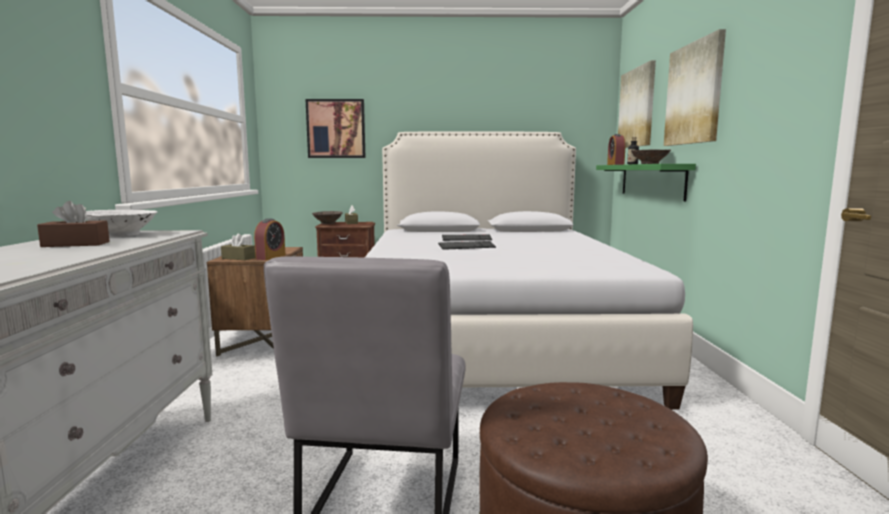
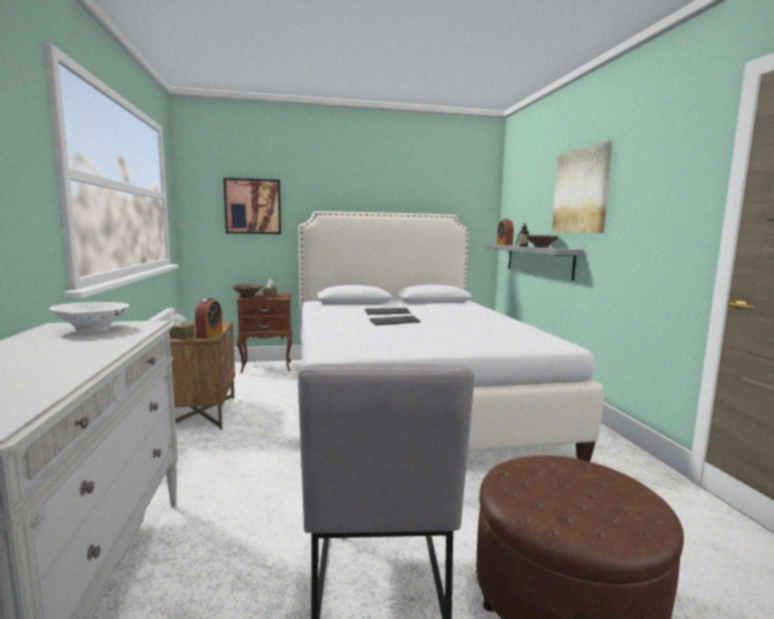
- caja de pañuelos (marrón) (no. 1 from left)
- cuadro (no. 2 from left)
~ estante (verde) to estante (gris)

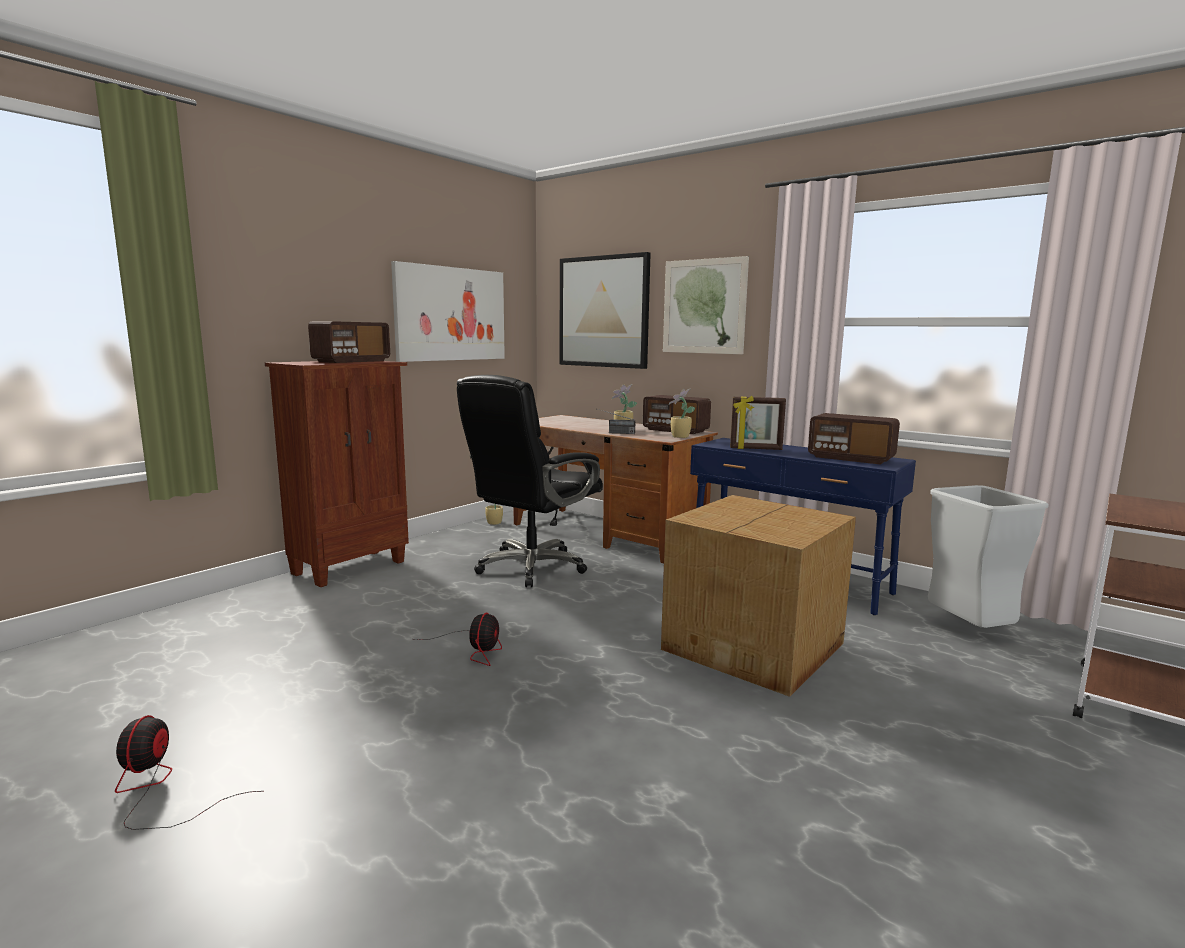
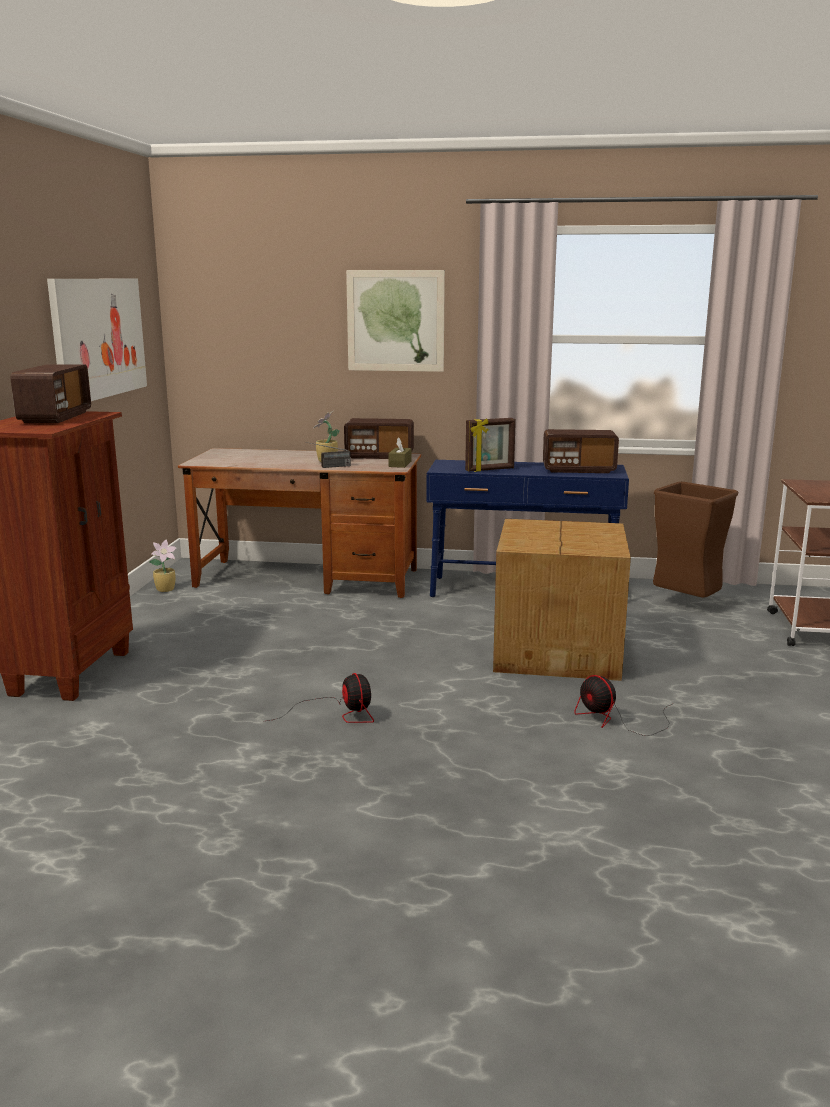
- silla de oficina (negro)
- cuadro (no. 2 from left)
~ ventilador (no. 1 from left in the first image) to ventilador (no. 2 from left)
~ planta en maceta (no. 3 from left) to caja de pañuelos (marrón)
~ papelera (gris) to papelera (marrón)

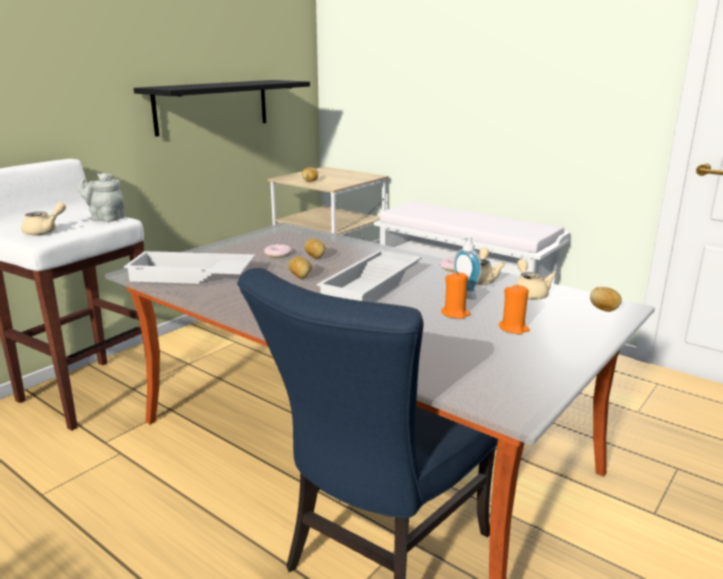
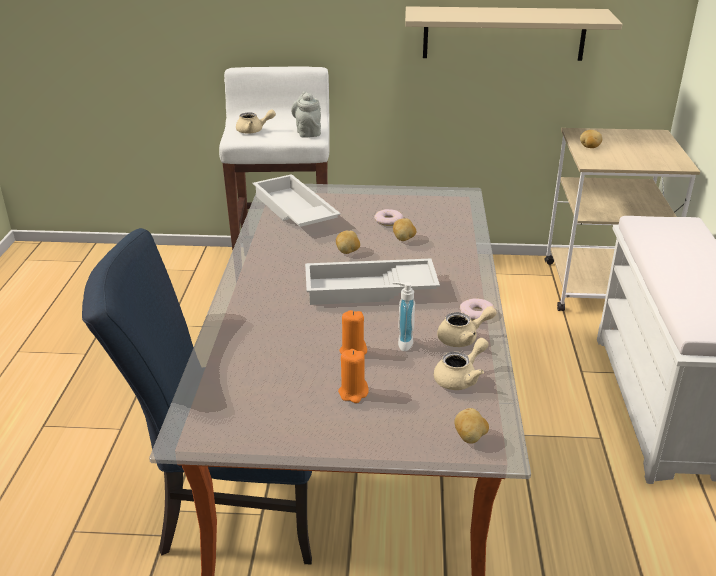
~ estante (negro) to estante (beis)

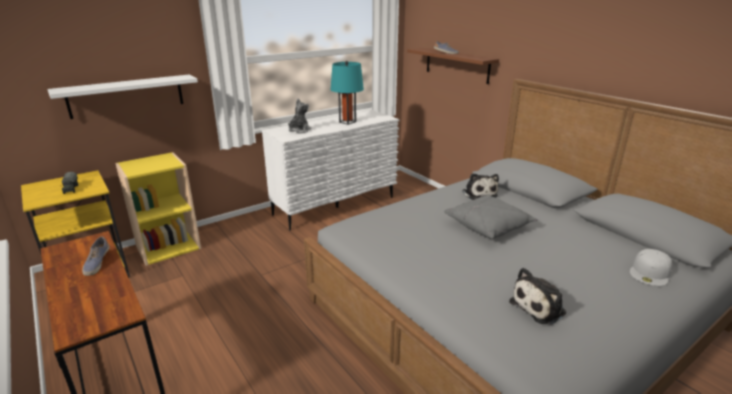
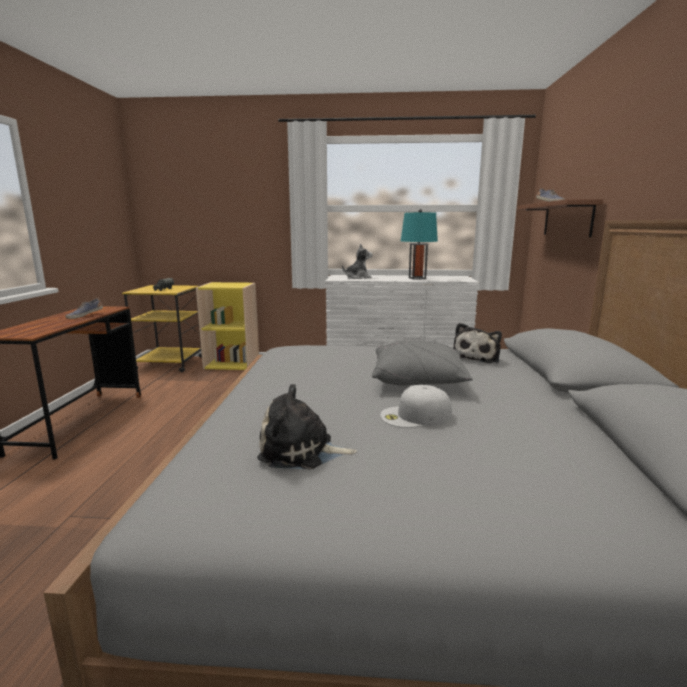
- estante (blanco)
~ gorra (blanco)

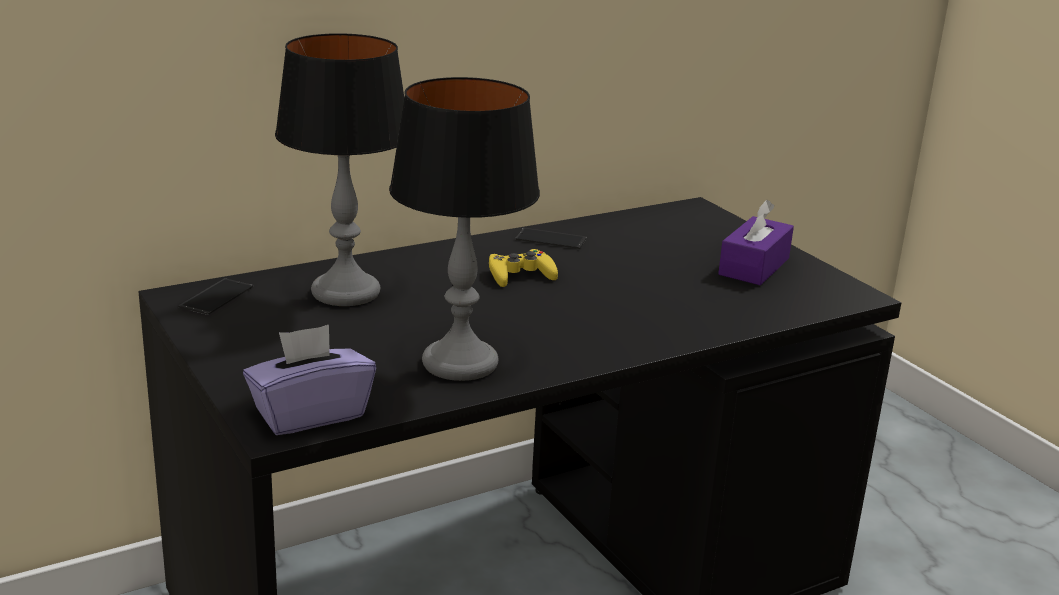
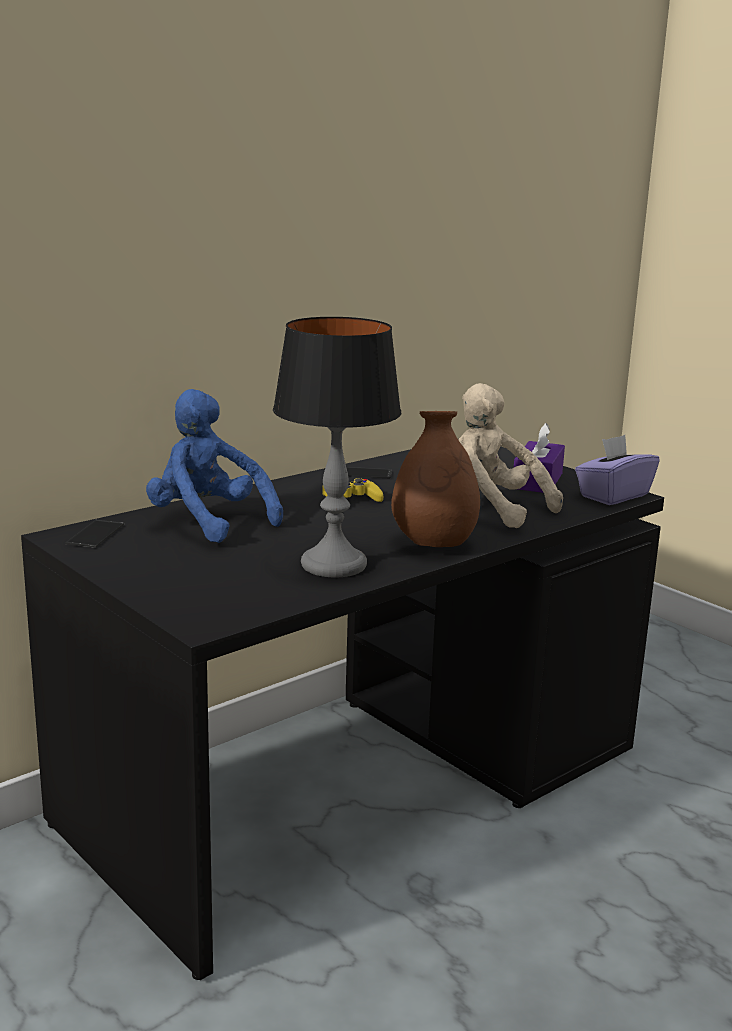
+ florero (marrón)
+ peluche (beis)
~ caja de pañuelos (morado) (no. 1 from left in the first image) to caja de pañuelos (morado) (no. 2 from left)
~ lámpara de mesa (no. 1 from left) to peluche (azul)

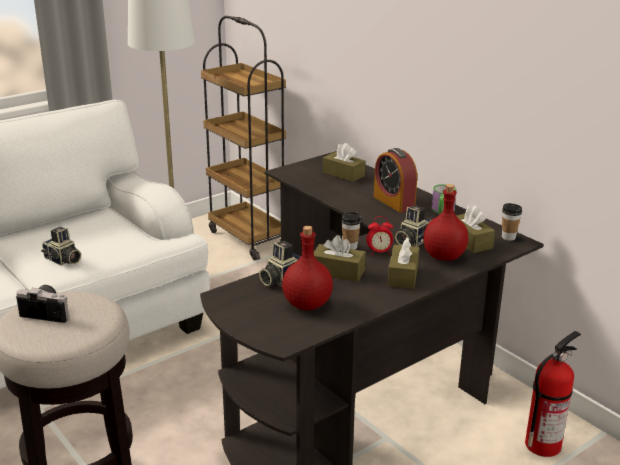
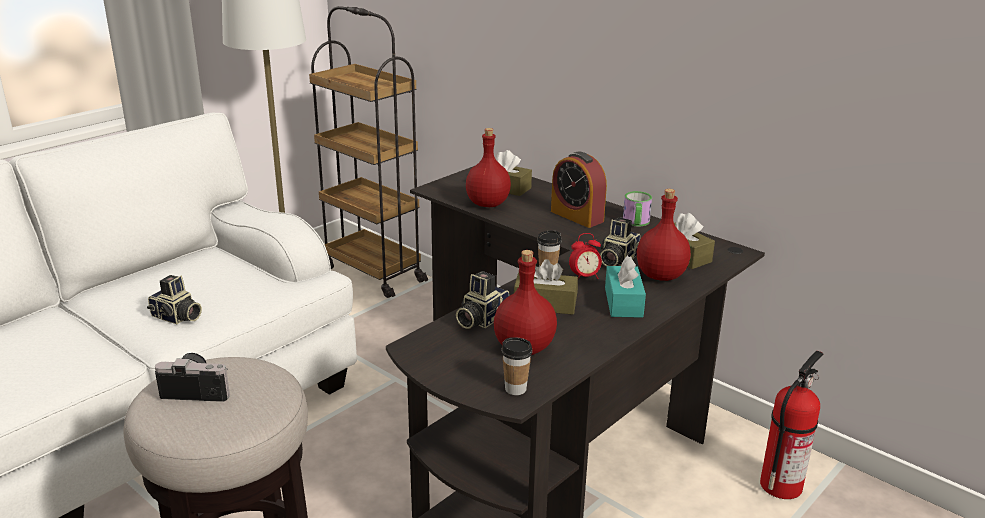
+ botella (rojo) (no. 1 from left)
~ taza (no. 2 from left in the first image) to taza (no. 1 from left)
~ caja de pañuelos (marrón) (no. 3 from left) to caja de pañuelos (turquesa)

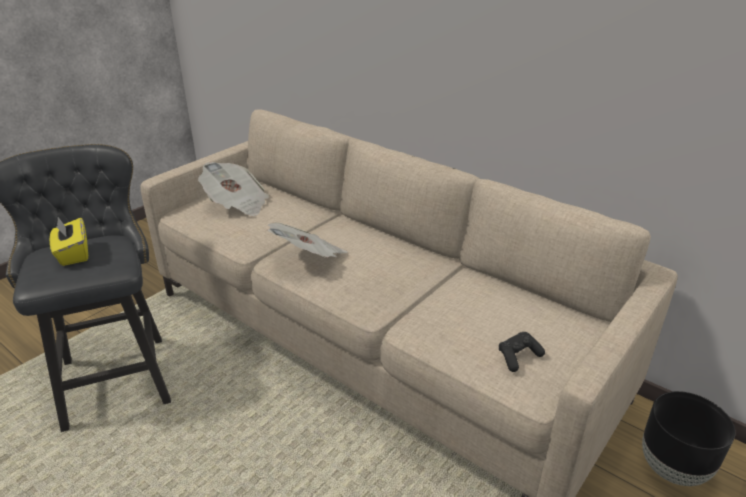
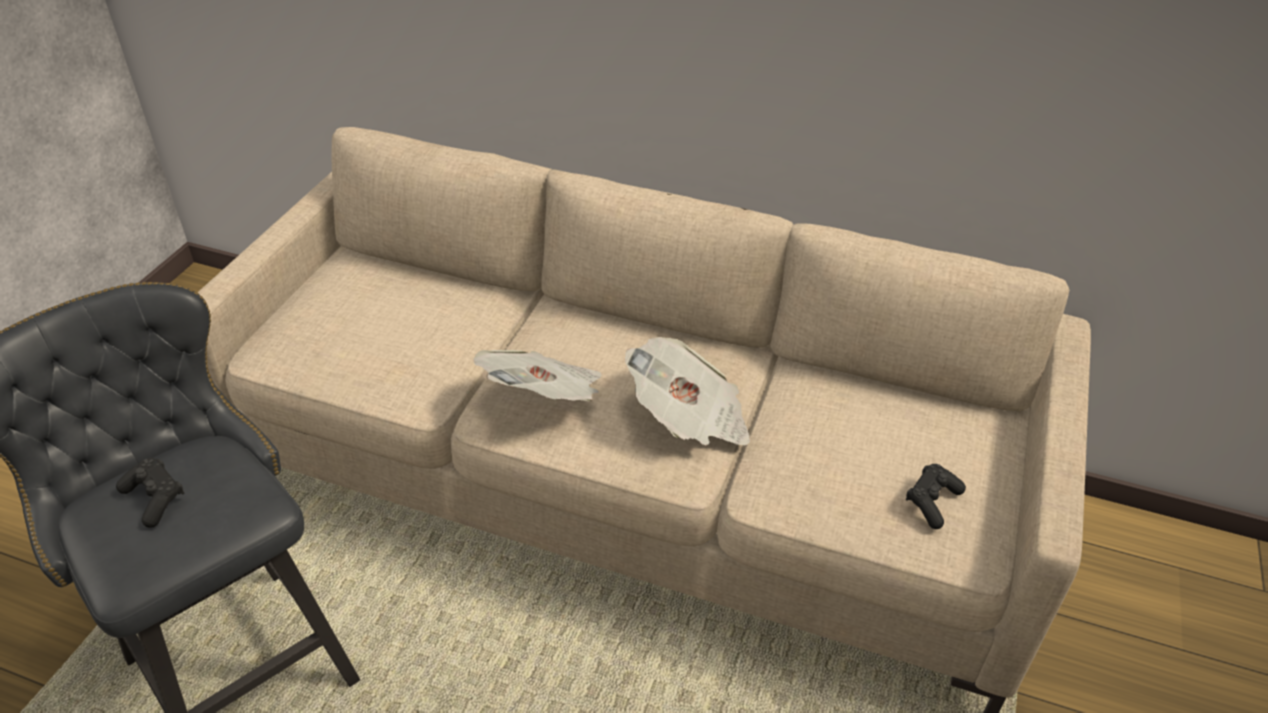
- maceta (negro)
~ periódico (no. 1 from left in the first image) to periódico (no. 2 from left)
~ caja de pañuelos (amarillo) to mando de consola (negro) (no. 1 from left)

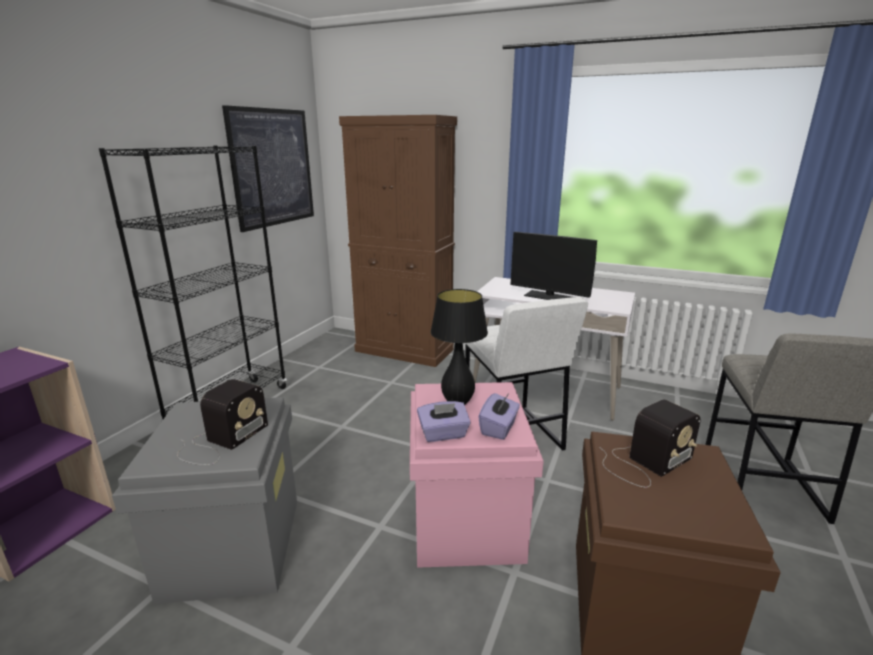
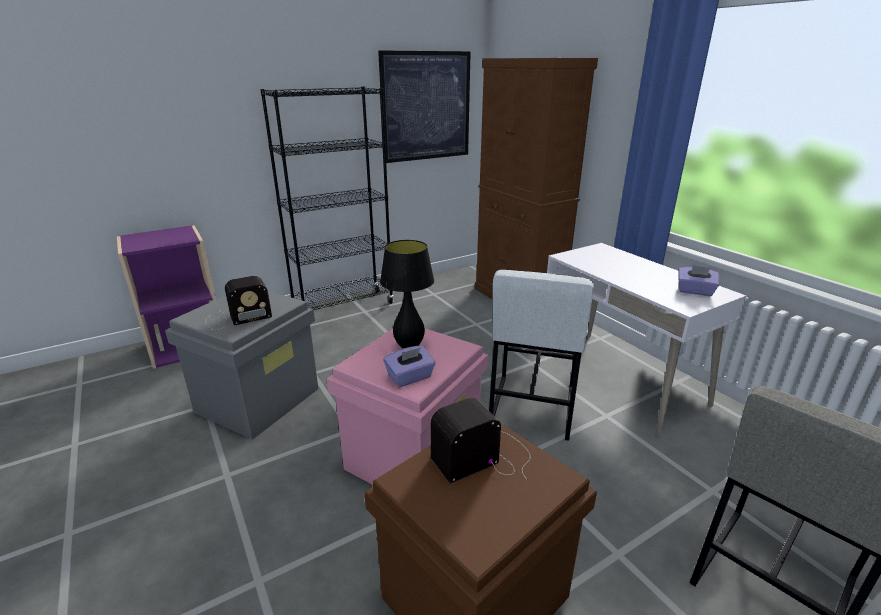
- monitor
~ caja de pañuelos (morado) (no. 1 from left in the first image) to caja de pañuelos (morado) (no. 2 from left)
~ radio (no. 2 from left) 150 degrees clockwise

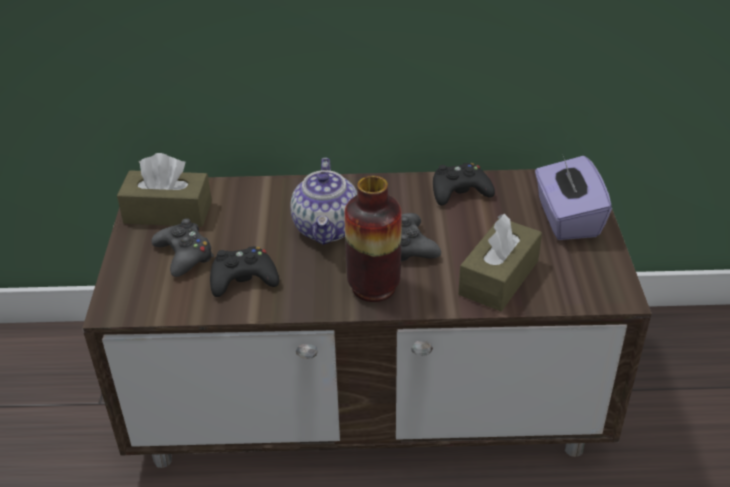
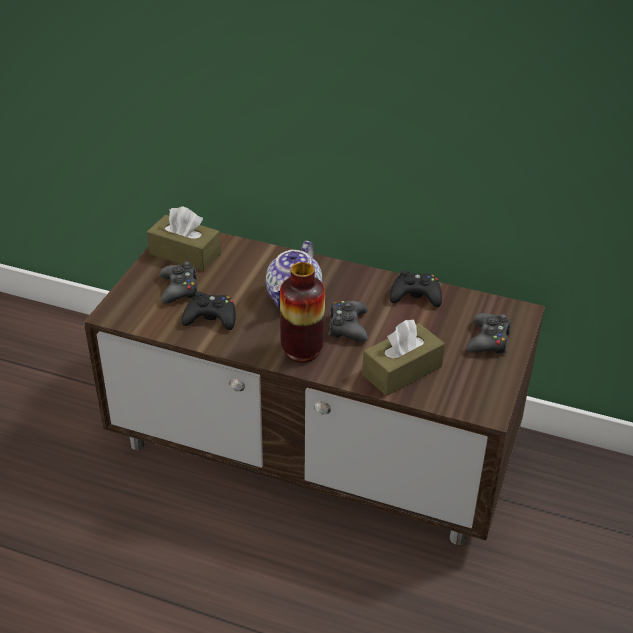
~ caja de pañuelos (morado) to mando de consola (negro) (no. 5 from left)

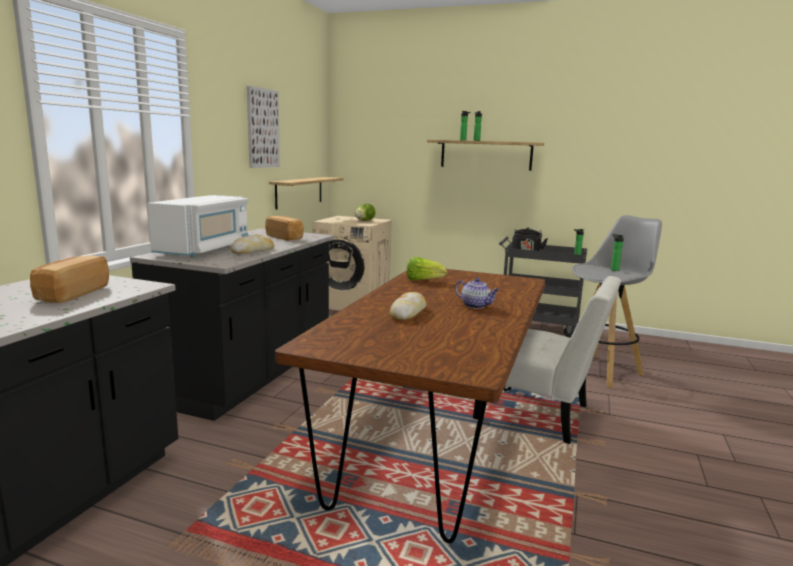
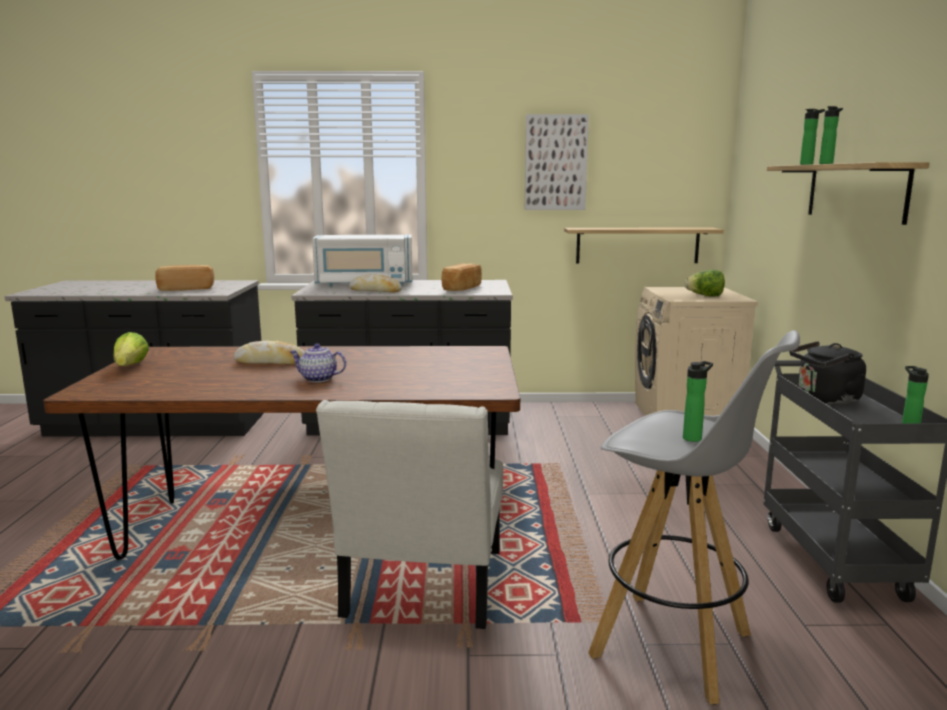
~ lechuga (no. 2 from left in the first image) to lechuga (no. 1 from left)
~ tetera 90 degrees clockwise

